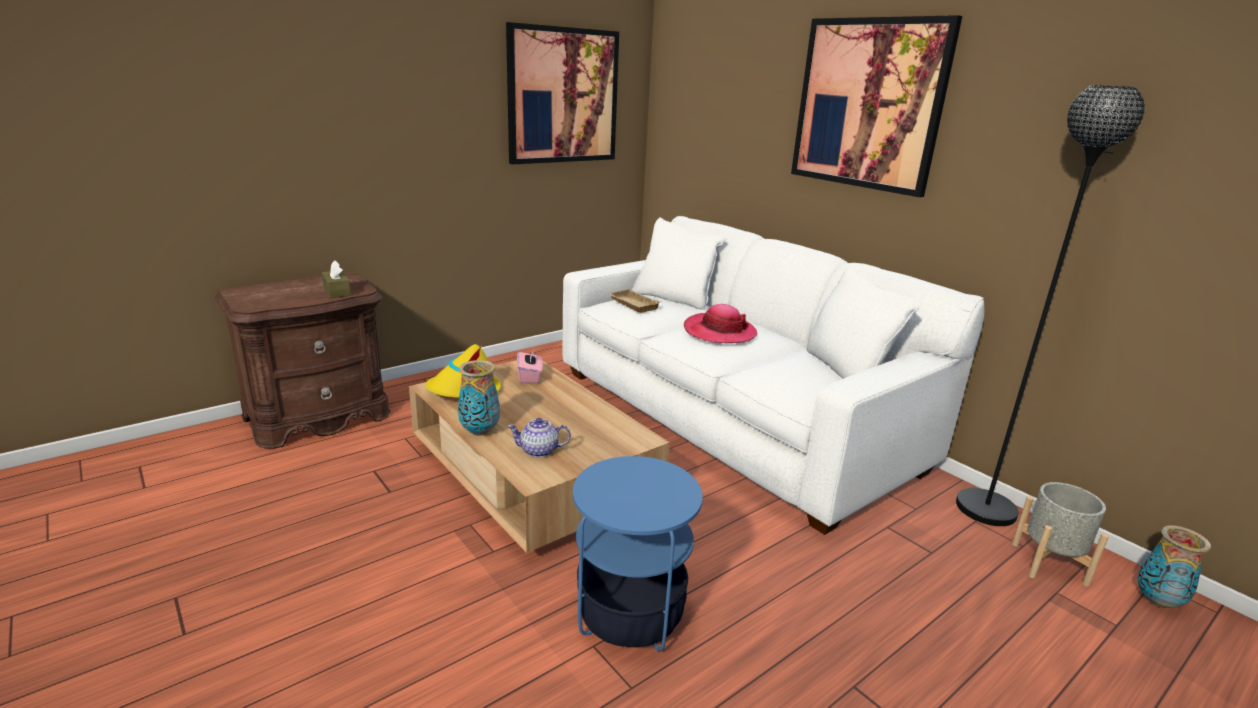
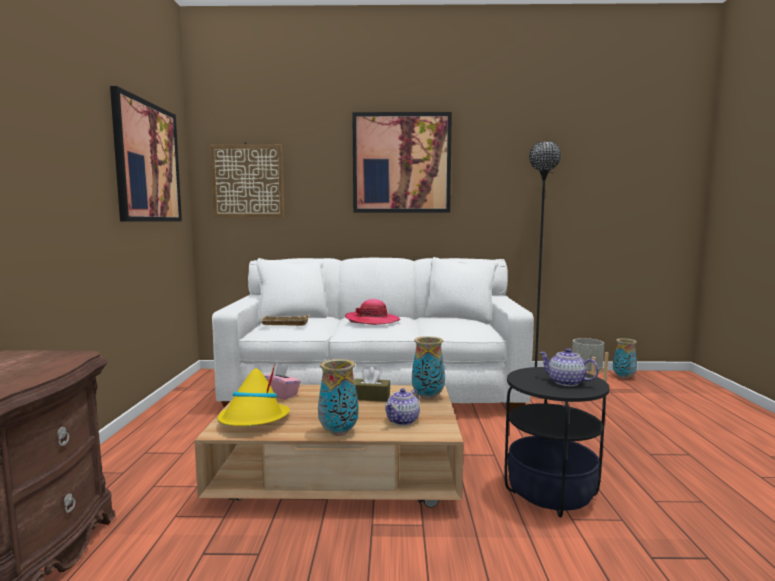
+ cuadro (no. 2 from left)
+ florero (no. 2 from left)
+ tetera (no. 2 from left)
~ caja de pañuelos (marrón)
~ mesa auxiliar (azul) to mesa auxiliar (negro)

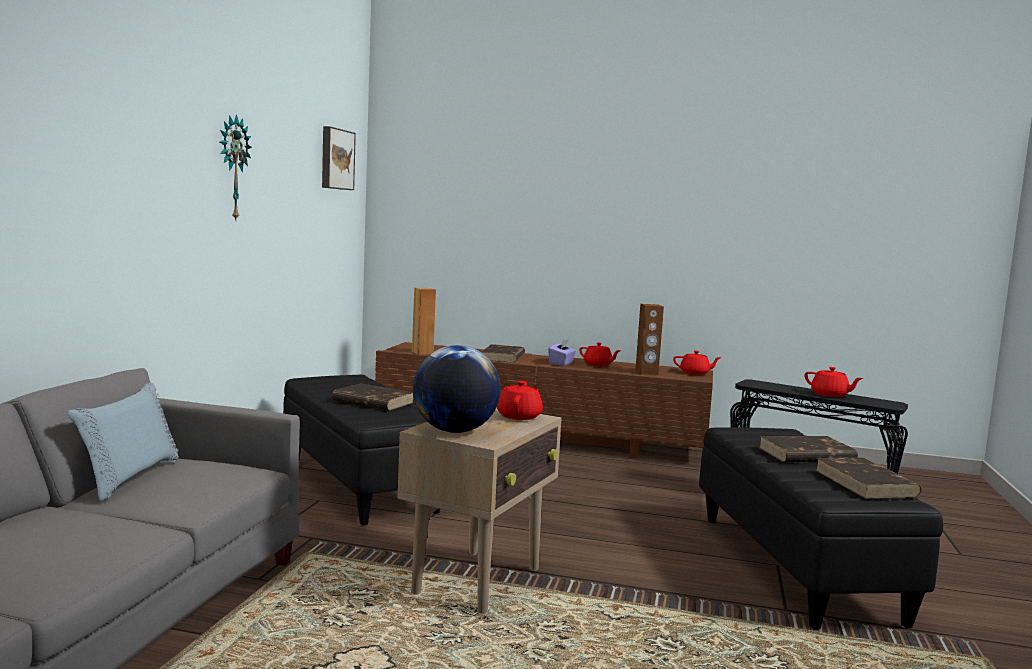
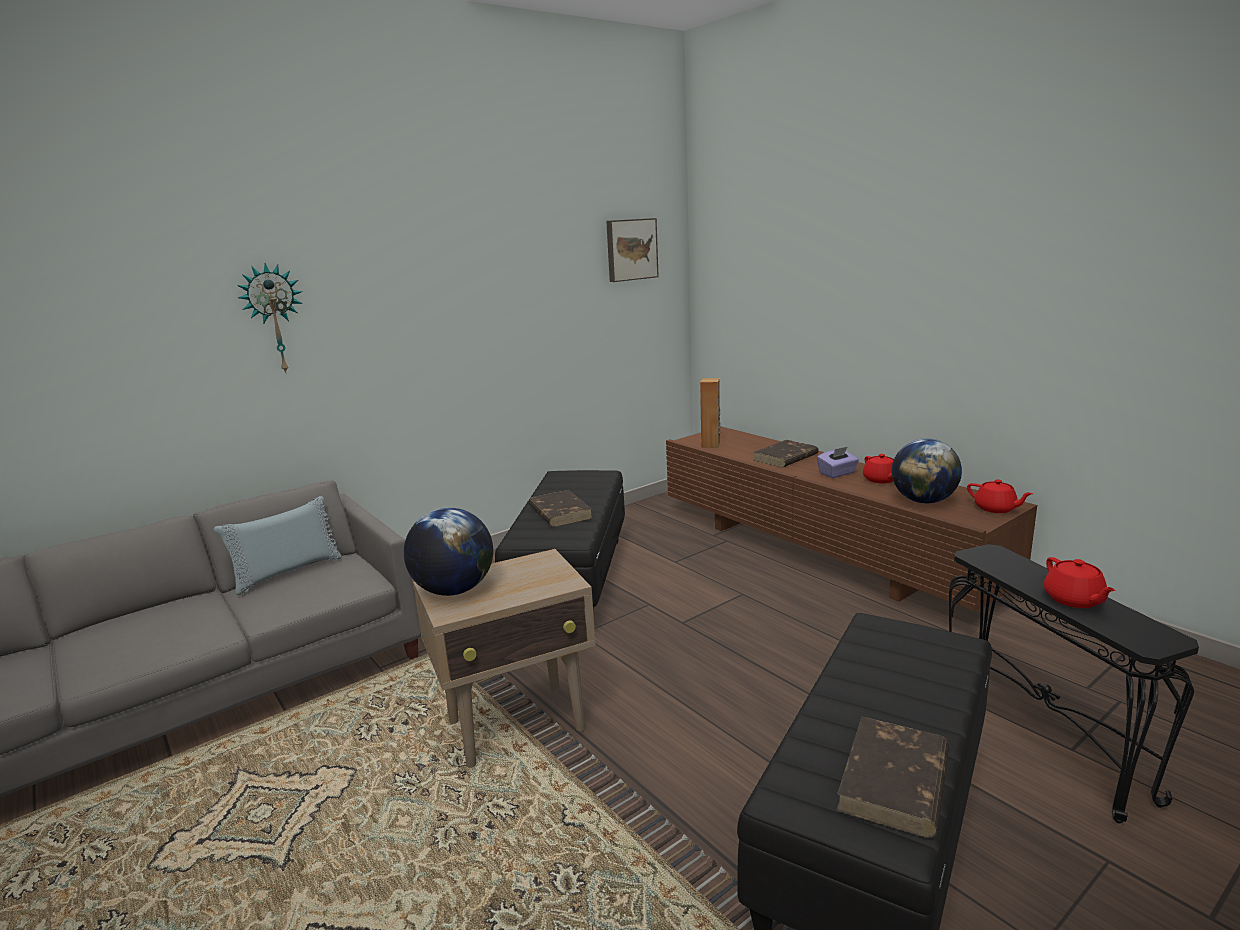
- tetera (rojo) (no. 1 from left)
- libro (marrón) (no. 3 from left)
~ reloj de pared
~ altavoz (marrón) (no. 2 from left) to globo terráqueo (no. 2 from left)

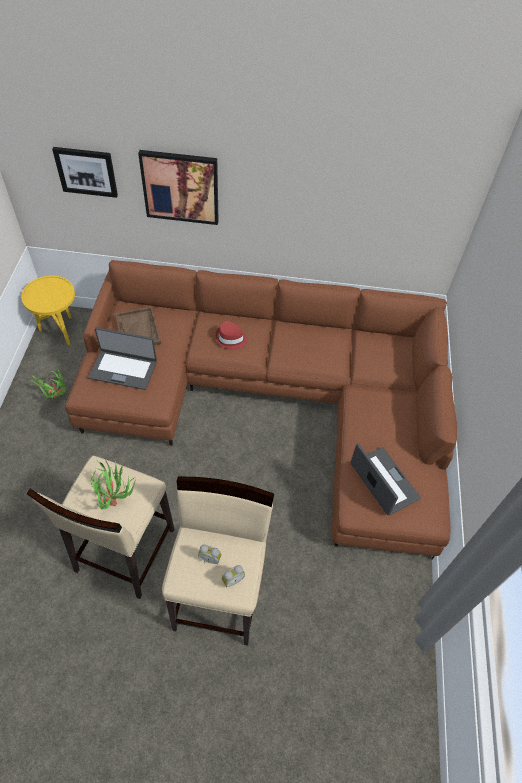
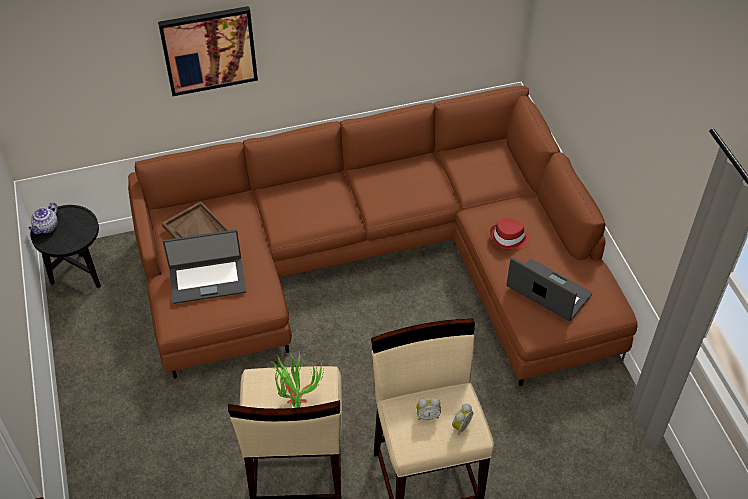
- planta en maceta (no. 1 from left)
- cuadro (no. 1 from left)
+ tetera
~ sombrero (rojo)
~ mesa auxiliar (amarillo) to mesa auxiliar (negro)

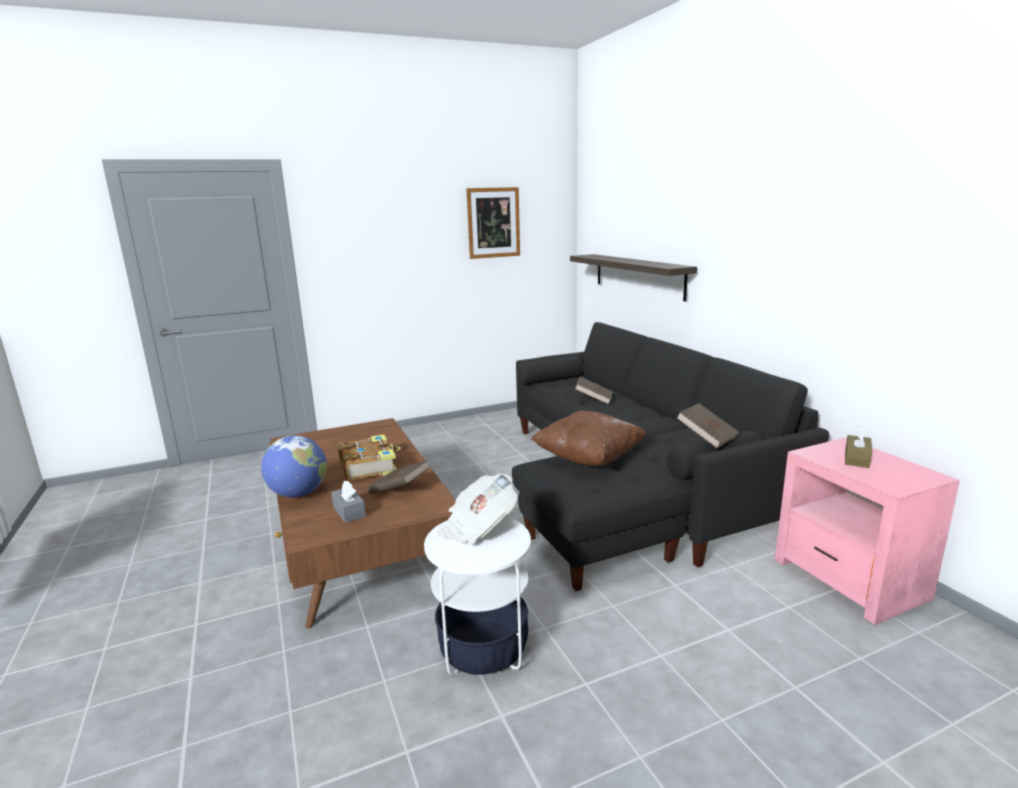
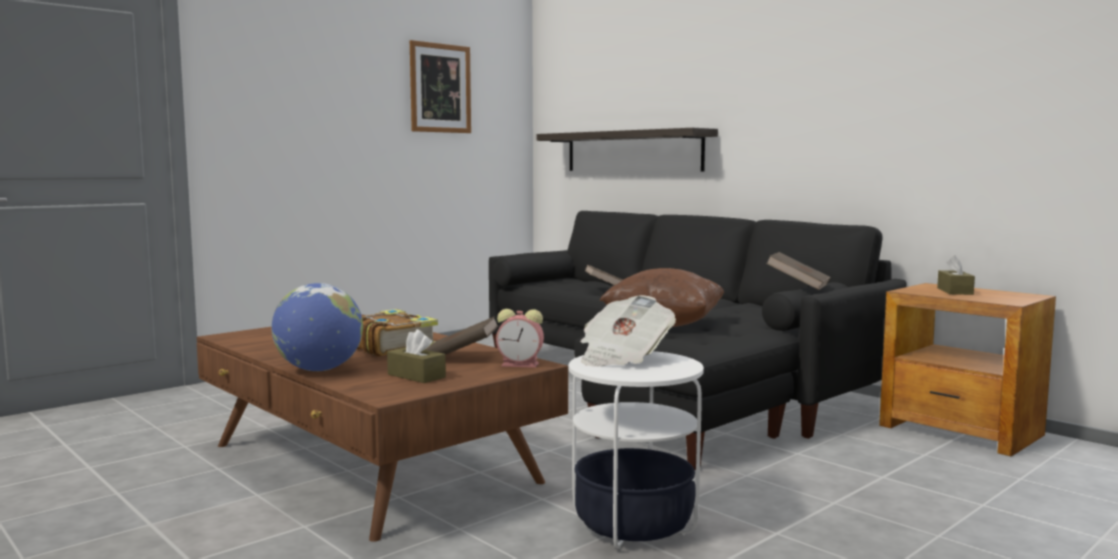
+ despertador
~ caja de pañuelos (gris) to caja de pañuelos (marrón) (no. 1 from left)
~ mesa auxiliar (rosa) to mesa auxiliar (marrón)

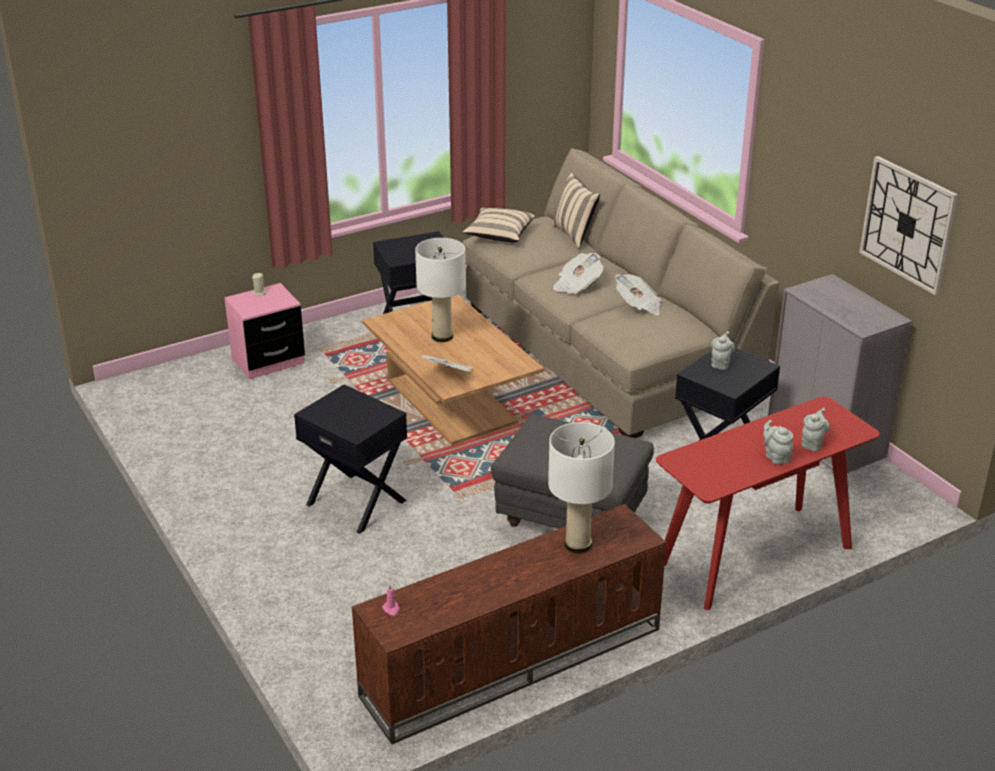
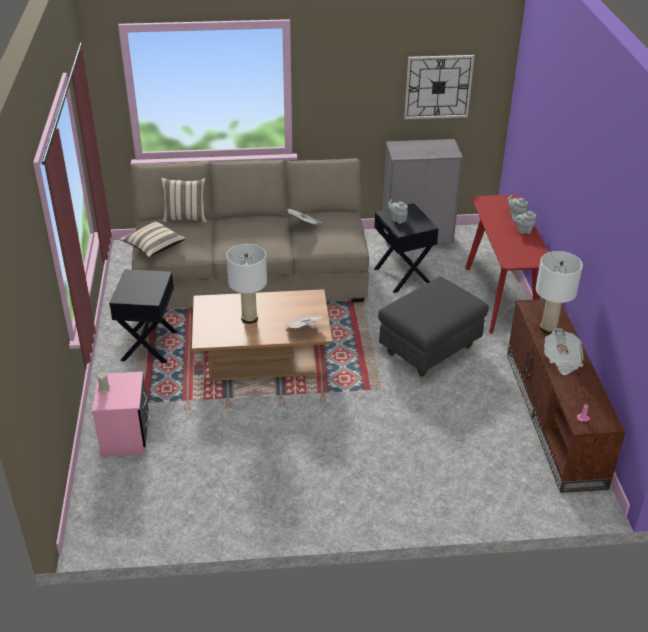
- mesa auxiliar (negro) (no. 1 from left)
~ periódico (no. 2 from left in the first image) to periódico (no. 3 from left)

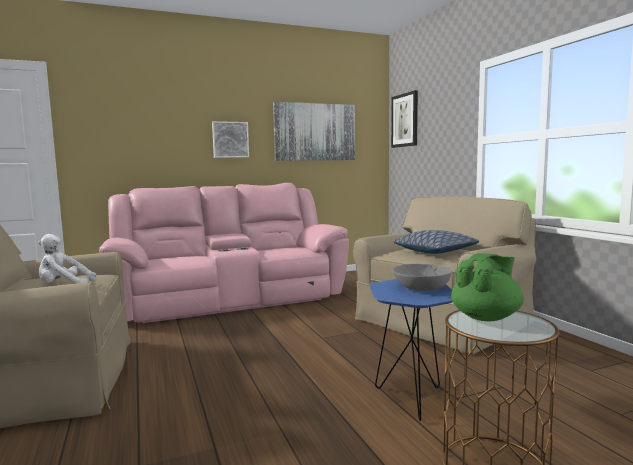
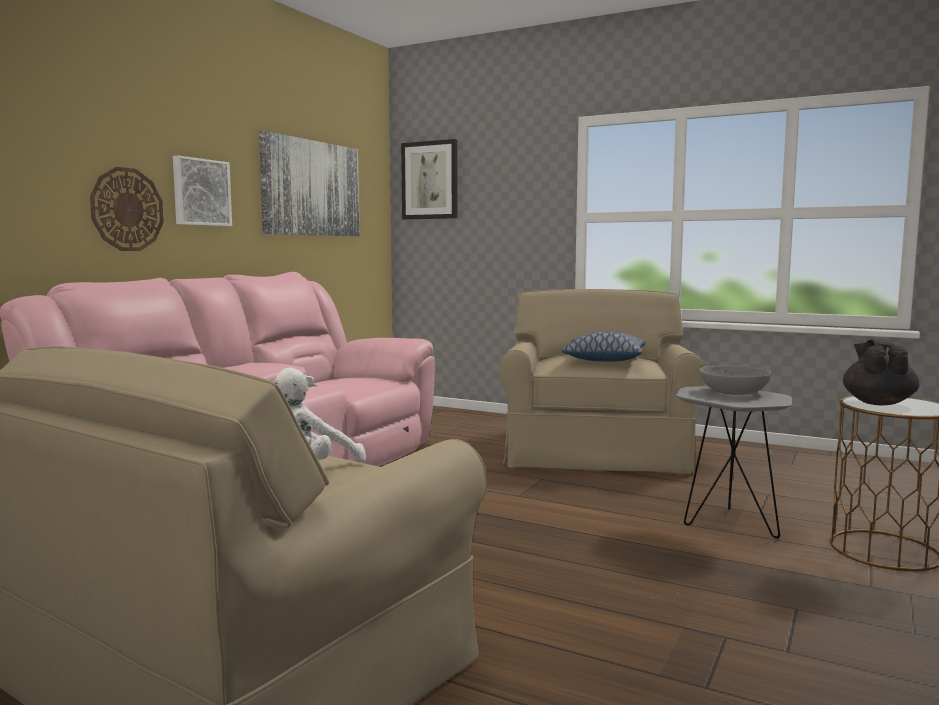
+ reloj de pared
~ mesa auxiliar (azul) to mesa auxiliar (gris)
~ tetera (verde) to tetera (negro)

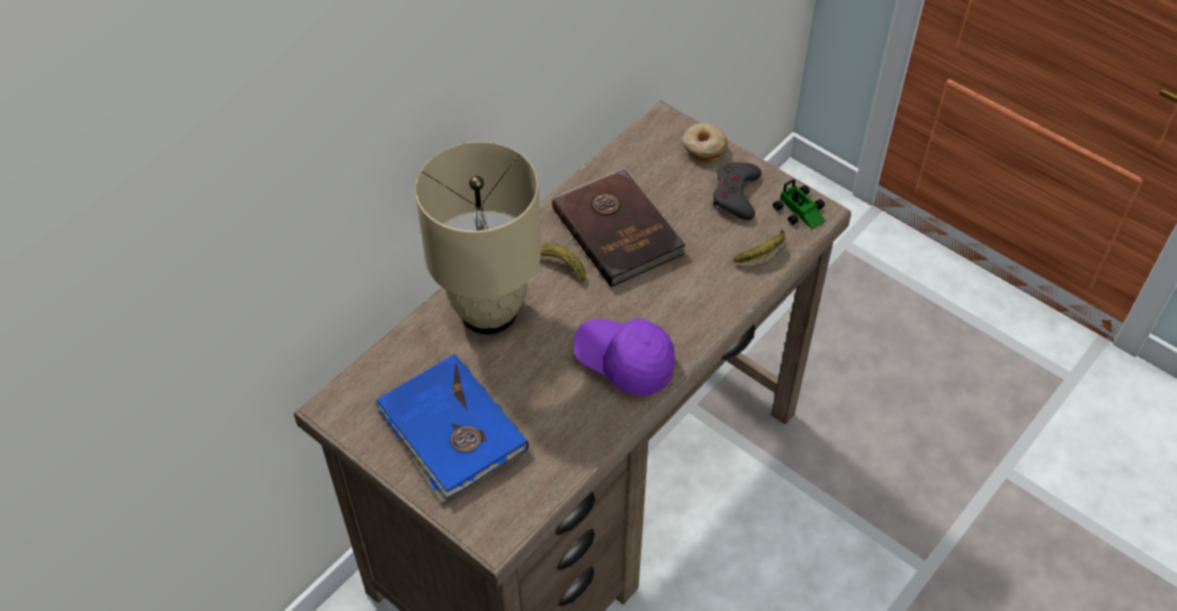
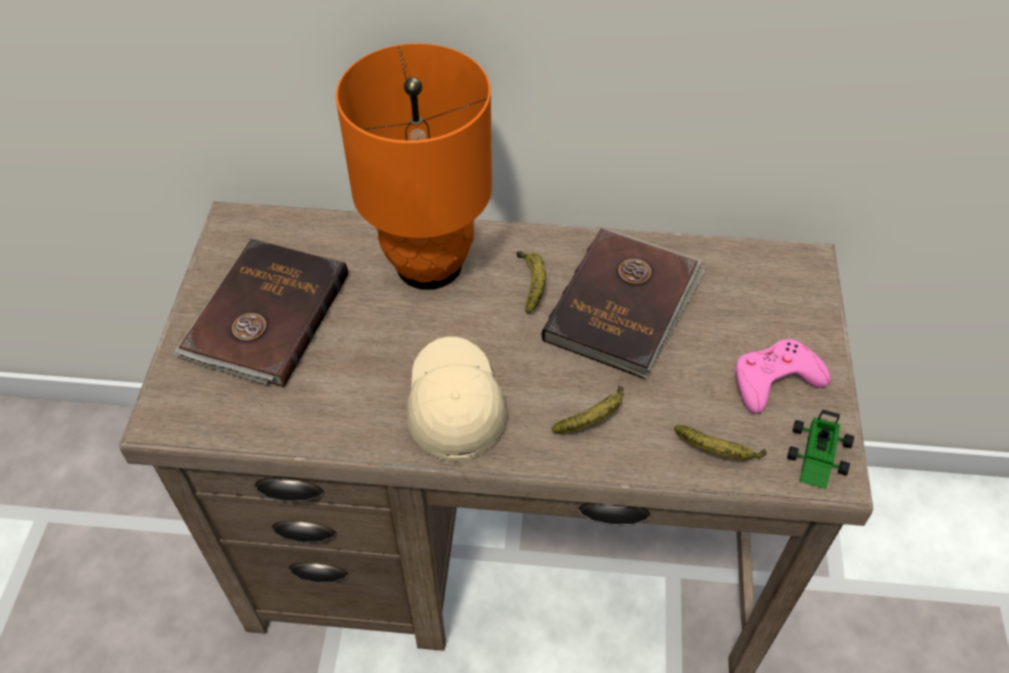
- rosquilla
+ plátano (no. 2 from left)
~ libro (azul) to libro (marrón) (no. 1 from left)
~ lámpara de mesa (beis) to lámpara de mesa (naranja)
~ gorra (morado) to gorra (beis)
~ mando de consola (gris) to mando de consola (rosa)

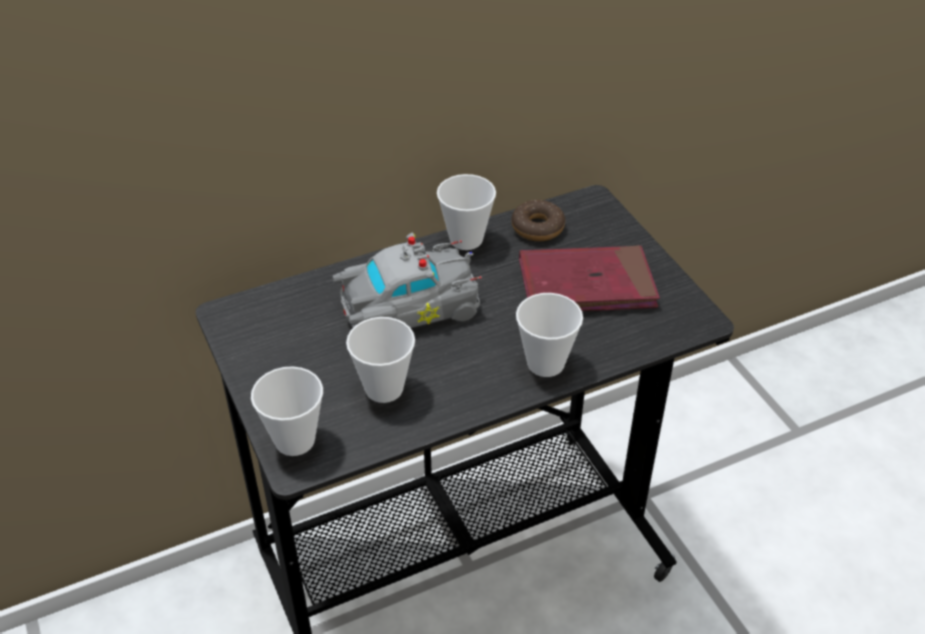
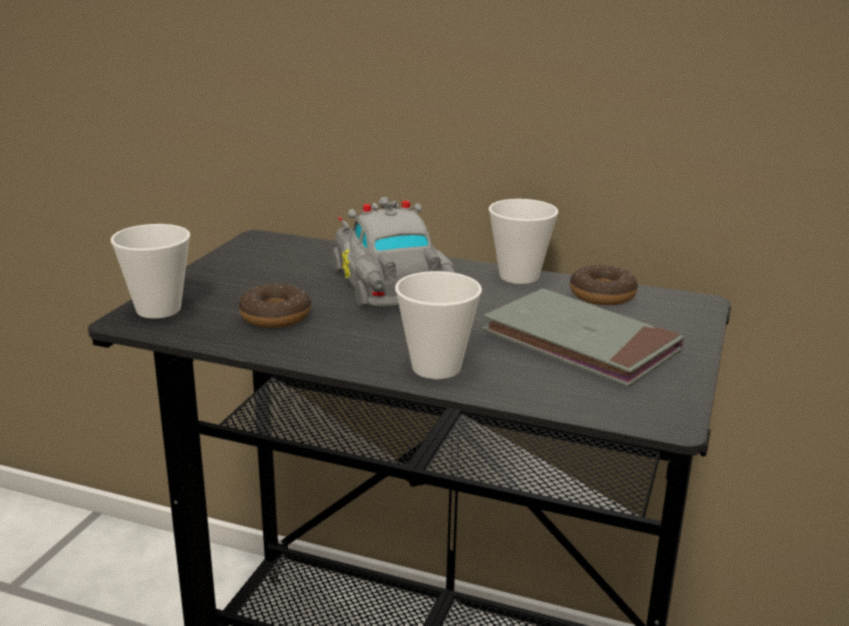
~ taza (no. 2 from left) to rosquilla (no. 1 from left)
~ libro (rojo) to libro (gris)
~ coche de juguete (gris) 135 degrees counterclockwise

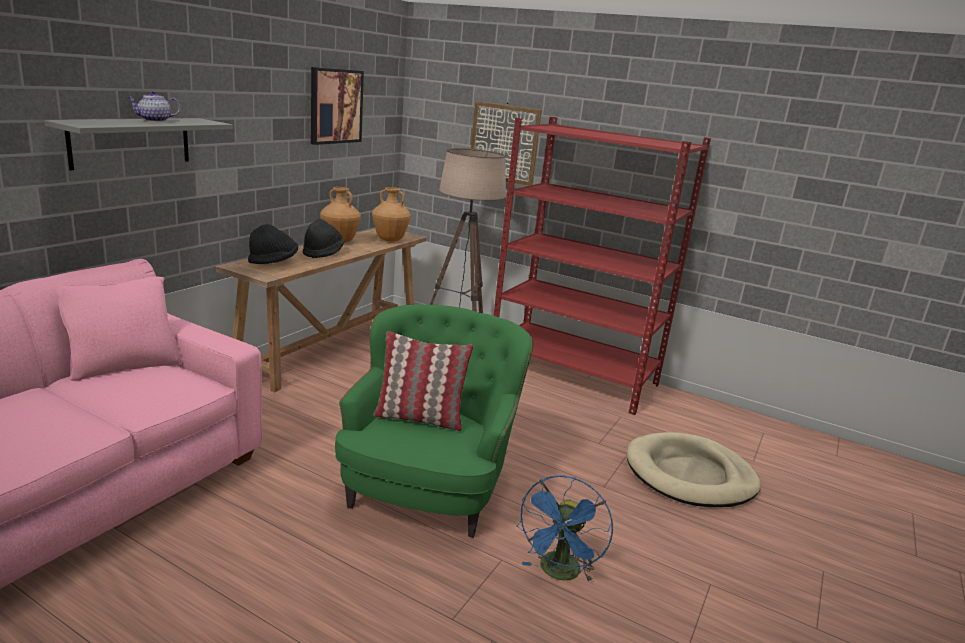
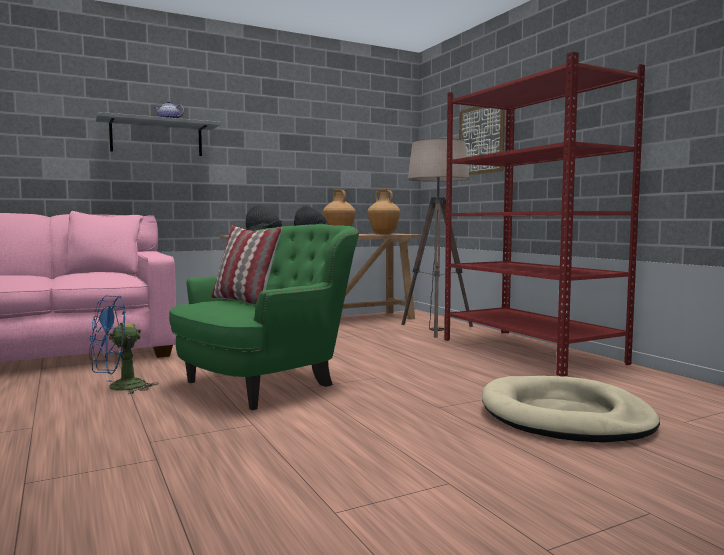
- cuadro (no. 1 from left)
~ ventilador (azul)

